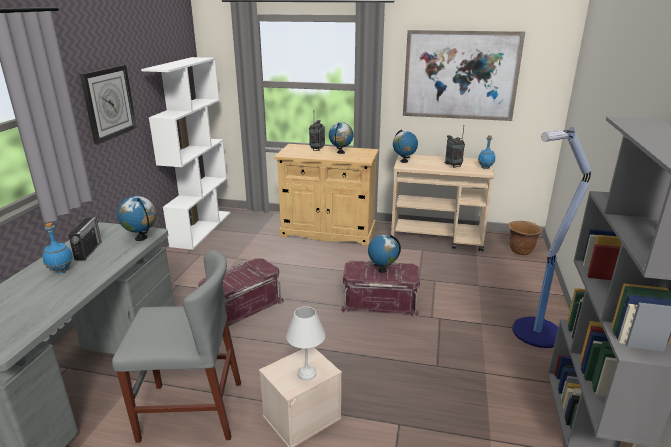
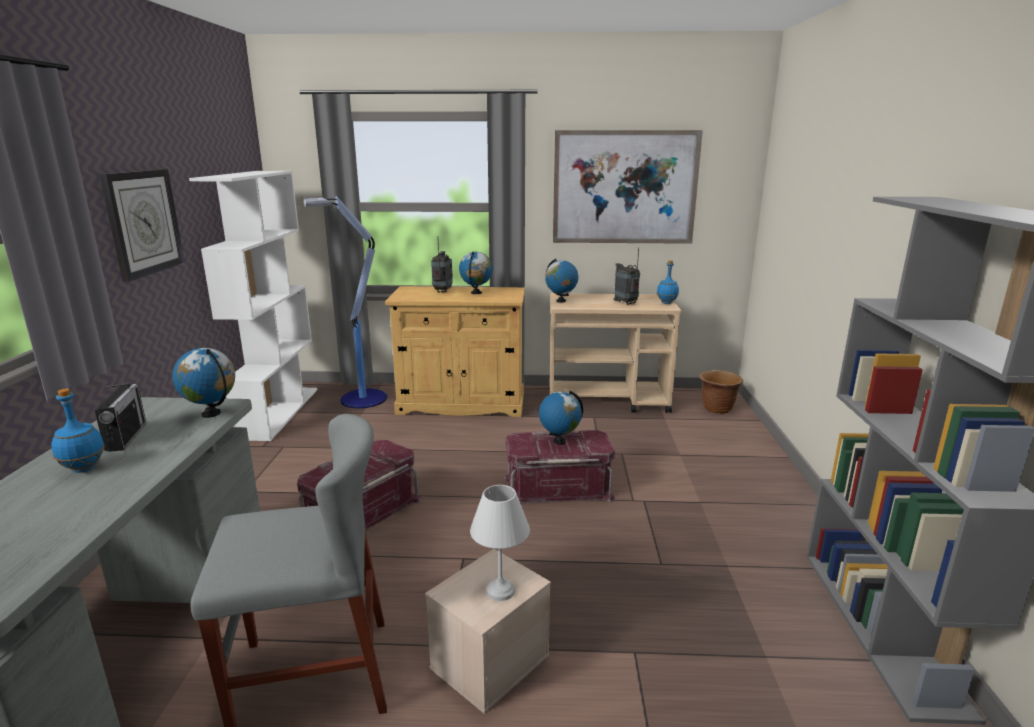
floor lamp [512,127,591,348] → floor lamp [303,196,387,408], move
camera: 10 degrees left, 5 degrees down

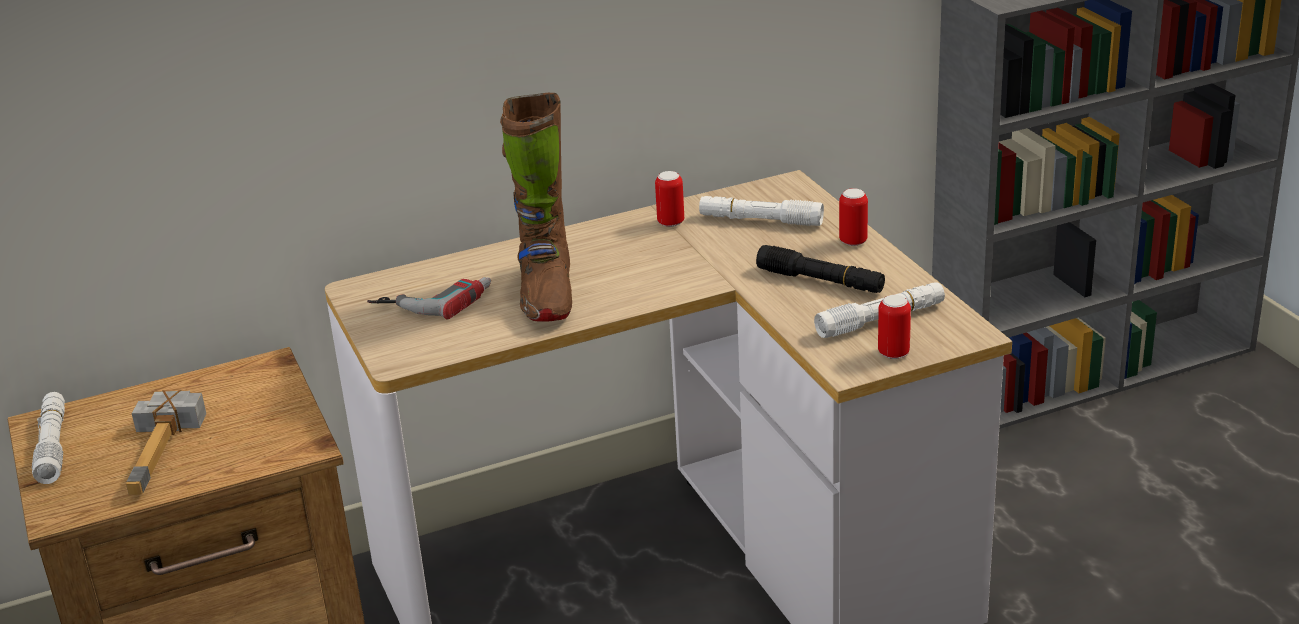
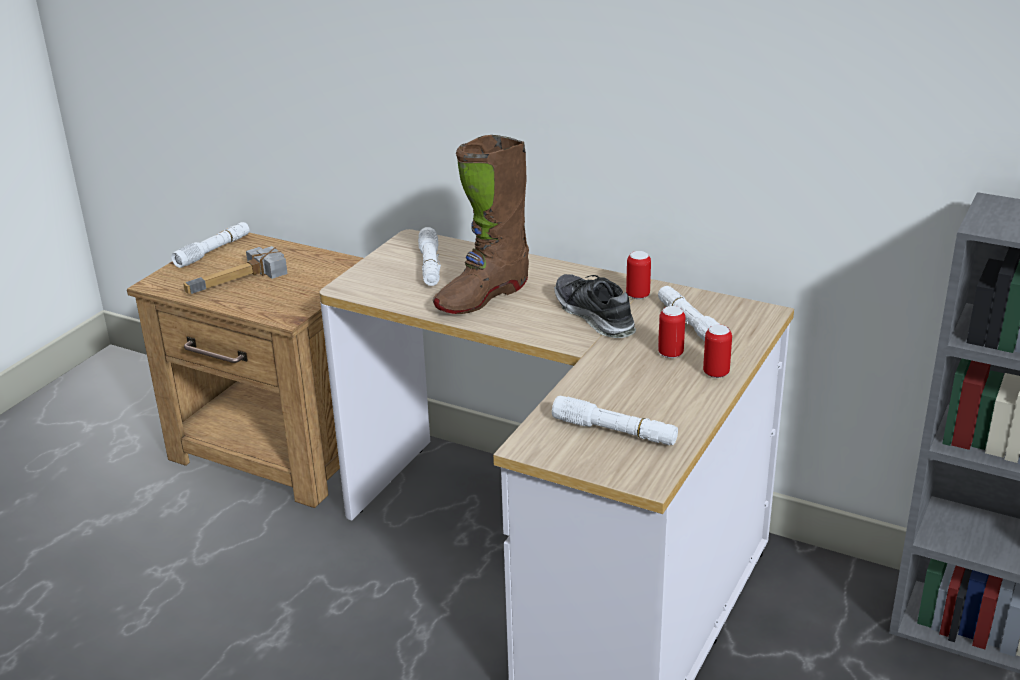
power drill [367,277,491,319] → white flashlight [418,227,441,286]
black flashlight [756,245,885,293] → -
can [878,295,911,359] → can [658,306,685,358], move
- → shoe [554,274,636,338]
camera: 50 degrees right, 0 degrees up

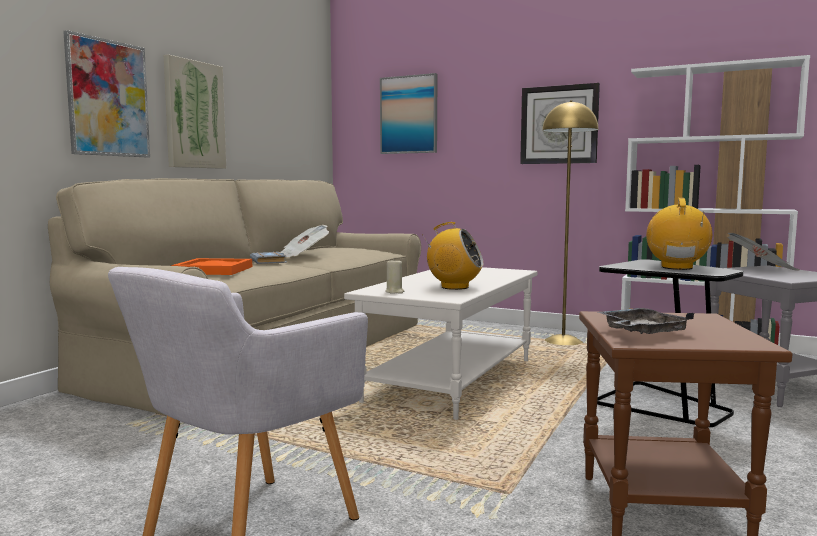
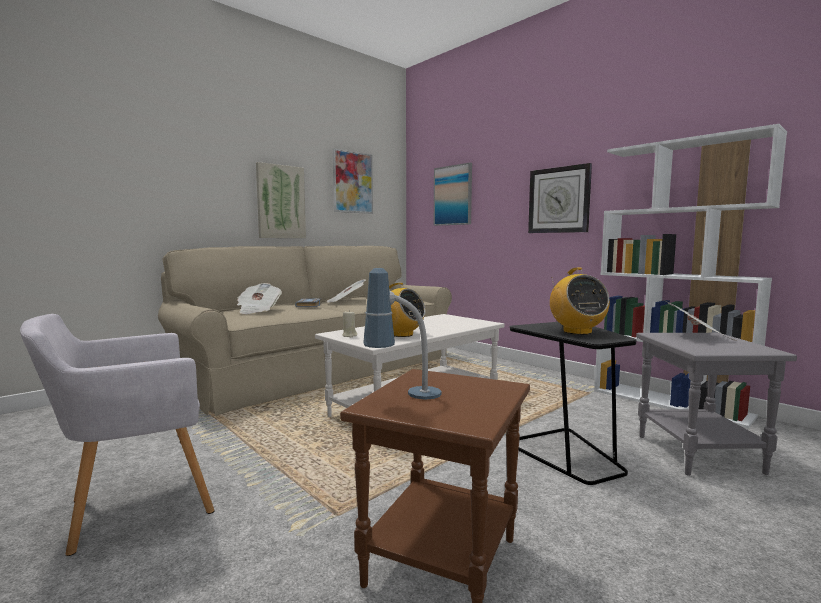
picture [63,30,150,157] → picture [333,148,373,214], move
orange tray [171,258,252,275] → newspaper [237,283,282,314]
yellow floor lamp [542,100,598,345] → -
grey tray [598,308,694,334] → table lamp [363,268,442,399]
radio [646,198,712,270] → radio [550,268,610,335], 135 degrees clockwise
camera: 20 degrees right, 0 degrees up

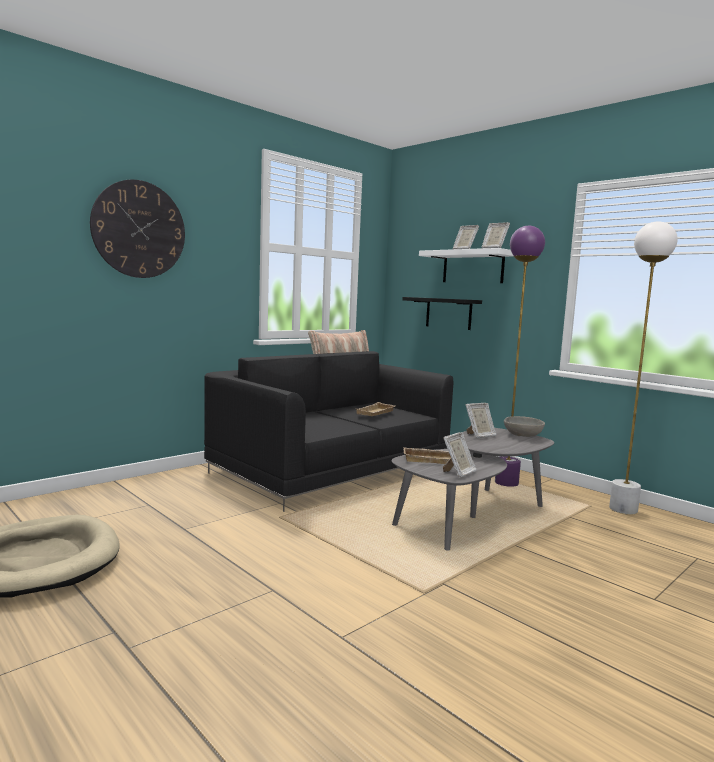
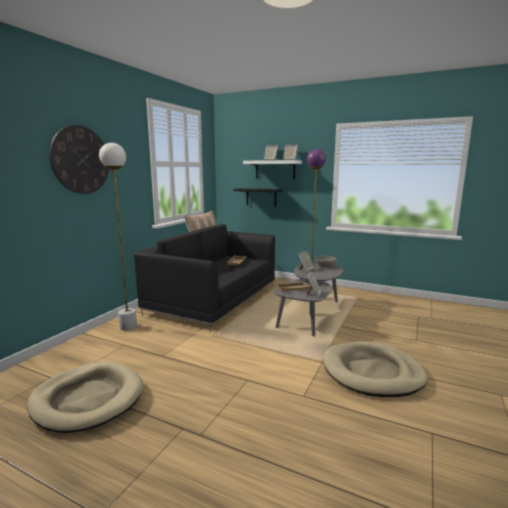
white floor lamp [609,221,678,515] → white floor lamp [99,143,137,331], move
- → beige dog bed [323,341,428,397]
camera: 20 degrees left, 5 degrees up

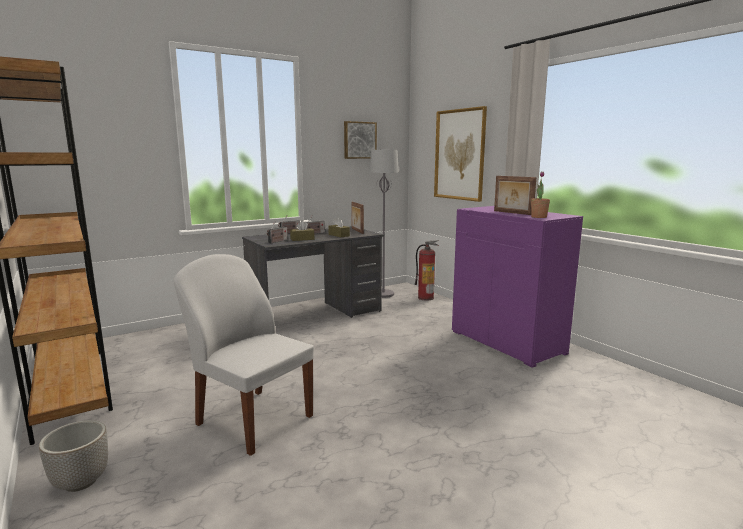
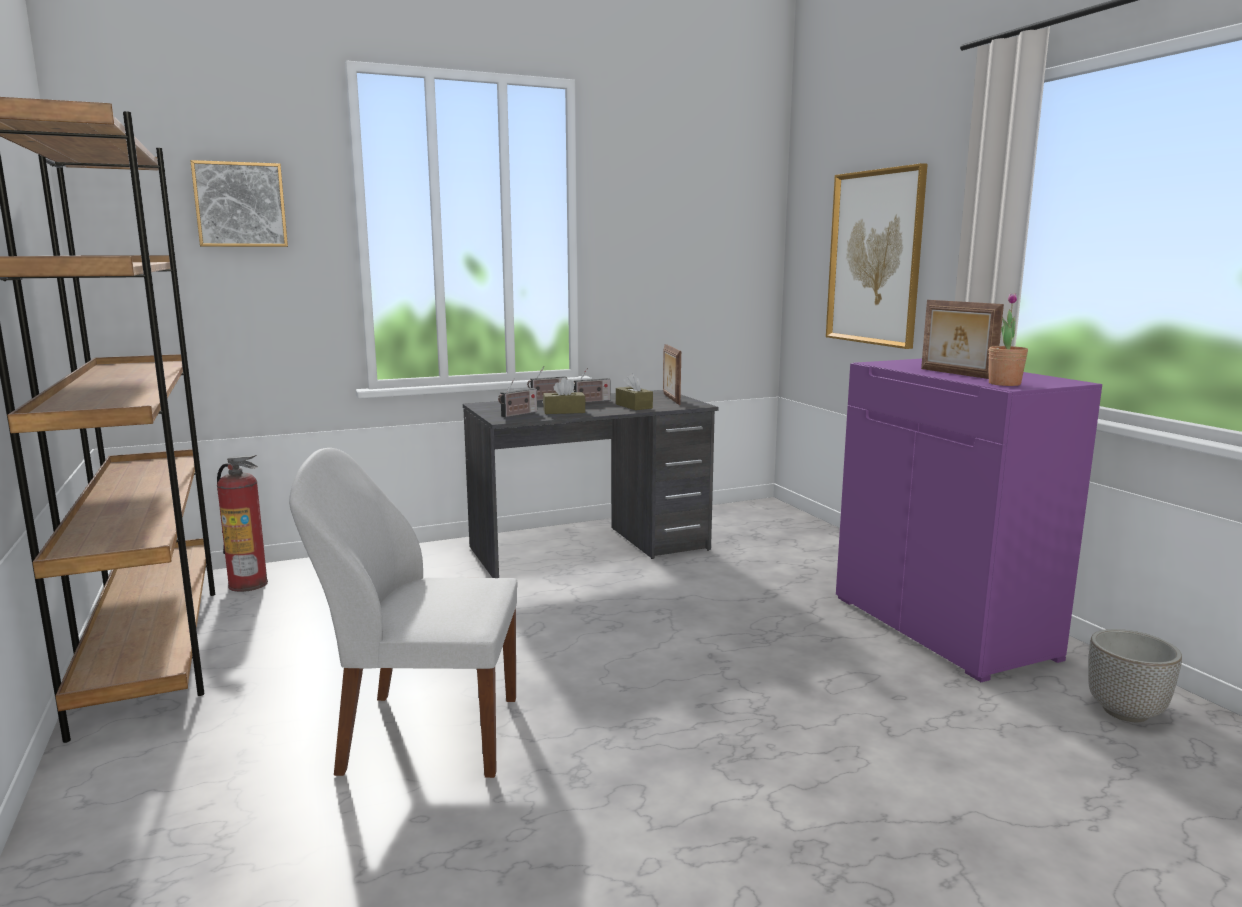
planter [39,420,108,492] → planter [1088,629,1182,722], move
white chair [174,254,314,456] → white chair [289,448,518,778], 45 degrees counterclockwise
picture [344,121,377,159] → picture [190,160,288,247], move
grey floor lamp [370,150,399,298] → -
fire extinguisher [415,240,439,301] → fire extinguisher [217,455,268,592], move
camera: 10 degrees right, 0 degrees up

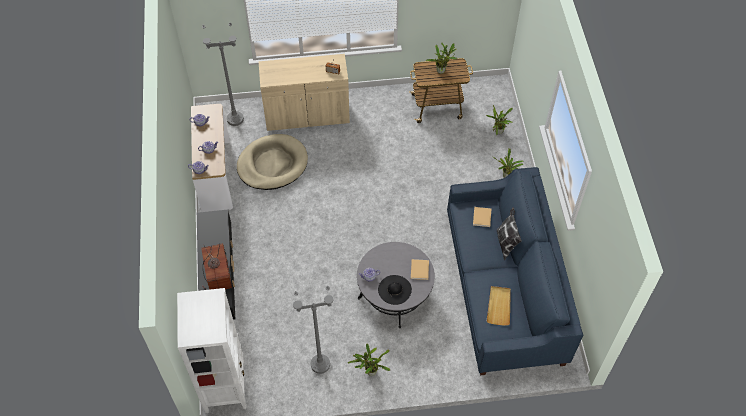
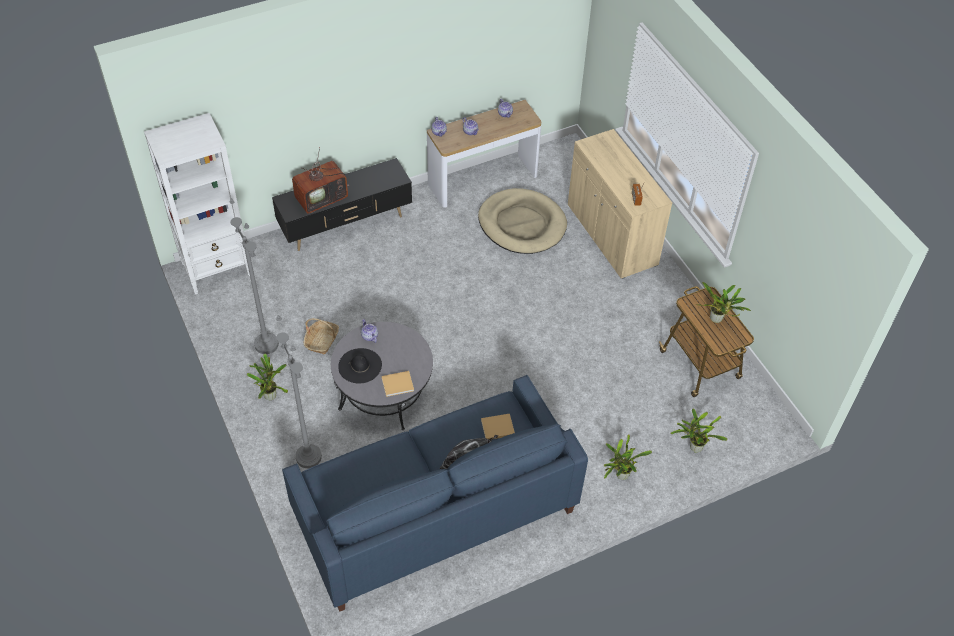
grey floor lamp [202,22,244,126] → grey floor lamp [276,315,322,468], move
beige tray [486,286,511,326] → -
- → basket [304,318,339,355]
camera: 70 degrees right, 5 degrees down

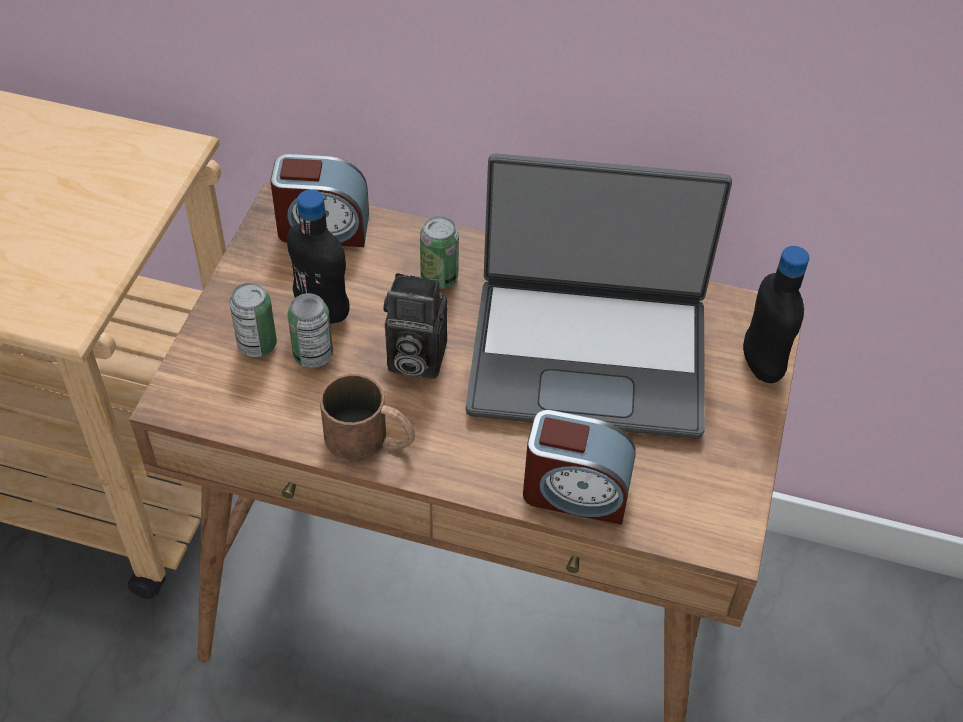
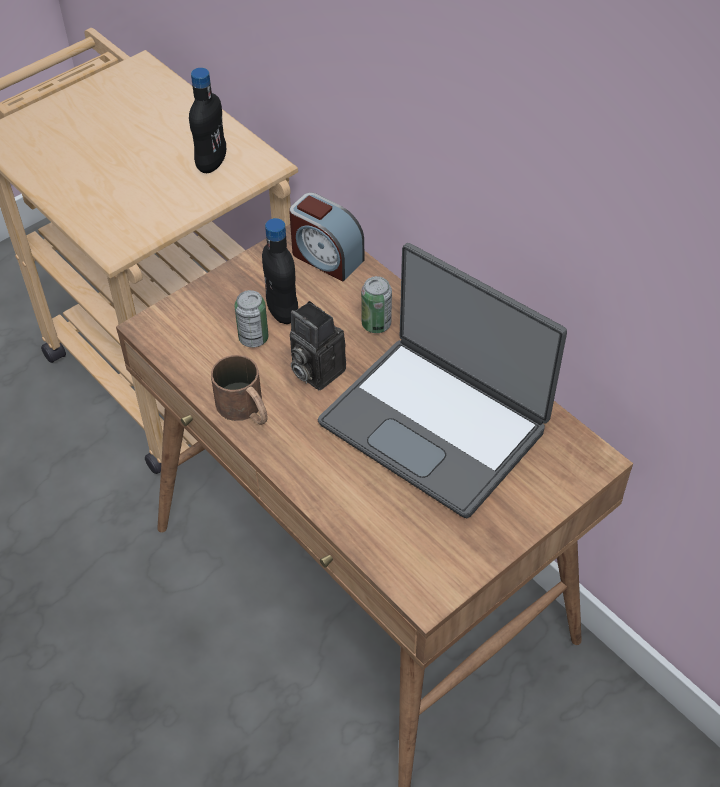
can [229,283,277,357] → -
alarm clock [523,410,636,525] → -
black bottle [743,246,809,383] → black bottle [189,68,226,173], move
camera: 35 degrees right, 0 degrees up

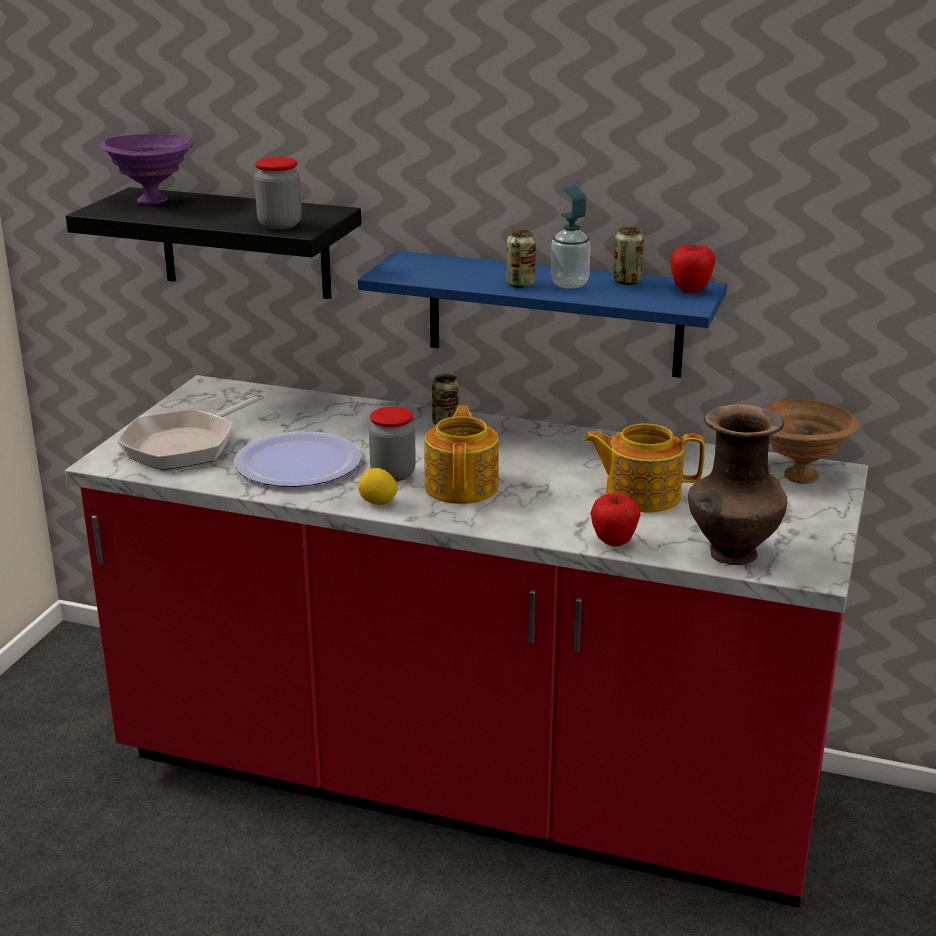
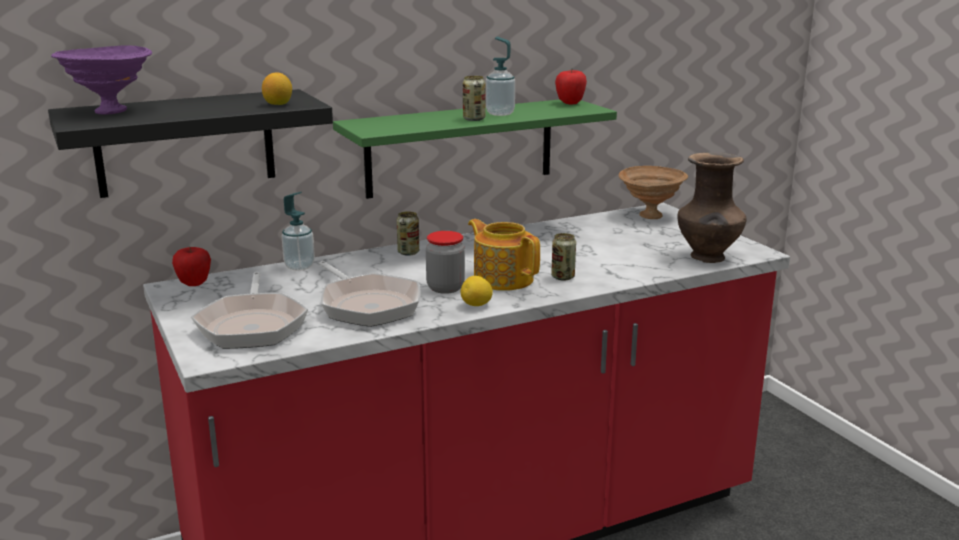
plate [234,432,362,487] → frying pan [319,261,421,327]
jar [254,157,302,229] → lemon [262,73,292,105]
blue shelf [358,251,727,378] → green shelf [333,99,617,199]
teapot [583,423,705,513] → -
apple [590,494,641,547] → apple [172,247,211,286], move
can [613,227,644,285] → can [551,233,576,280], move
- → soap dispenser [282,192,315,271]
camera: 45 degrees left, 5 degrees down

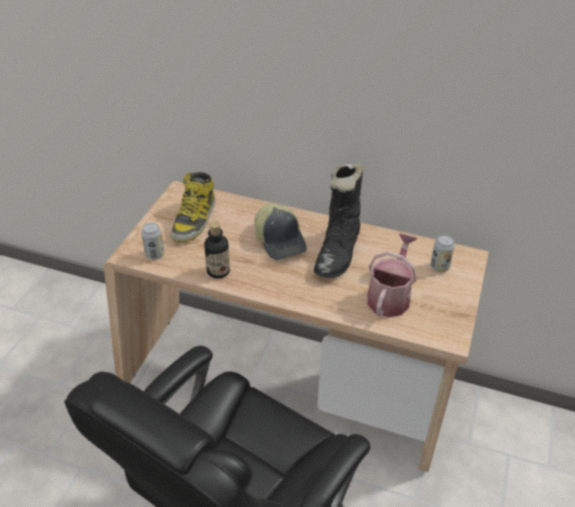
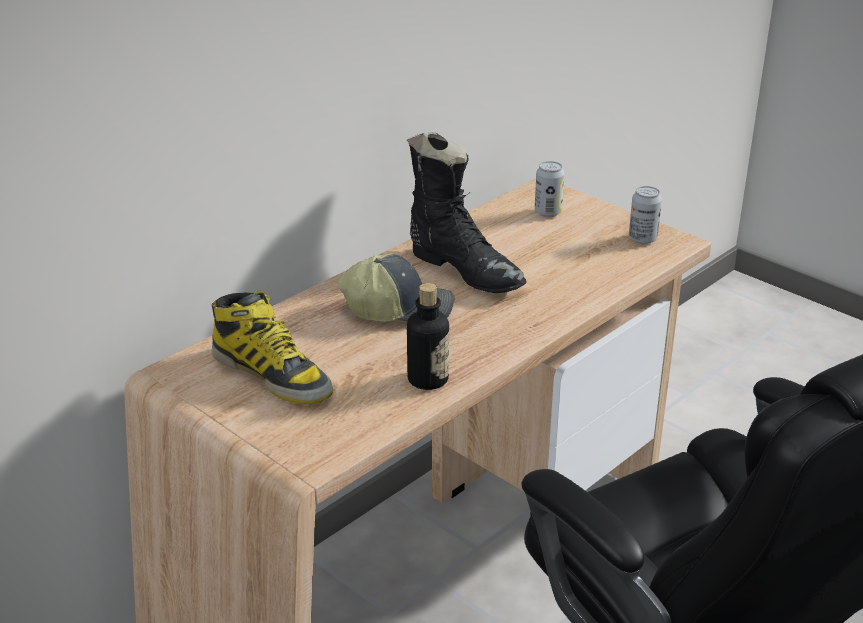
can [141,223,164,260] → can [629,186,662,244], move
watering can [367,233,417,317] → -
camera: 65 degrees left, 10 degrees down

